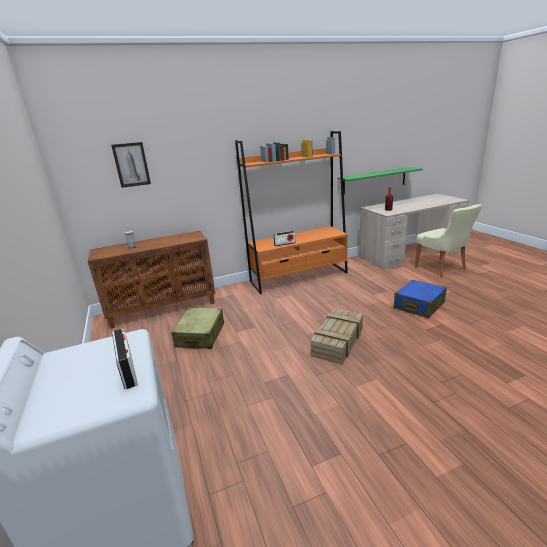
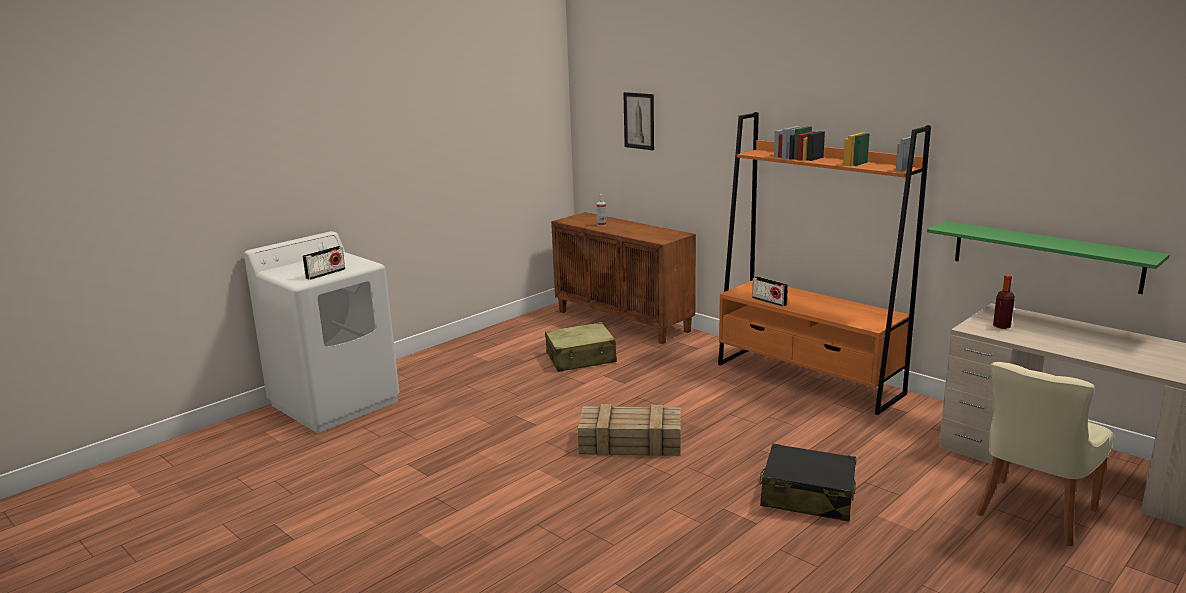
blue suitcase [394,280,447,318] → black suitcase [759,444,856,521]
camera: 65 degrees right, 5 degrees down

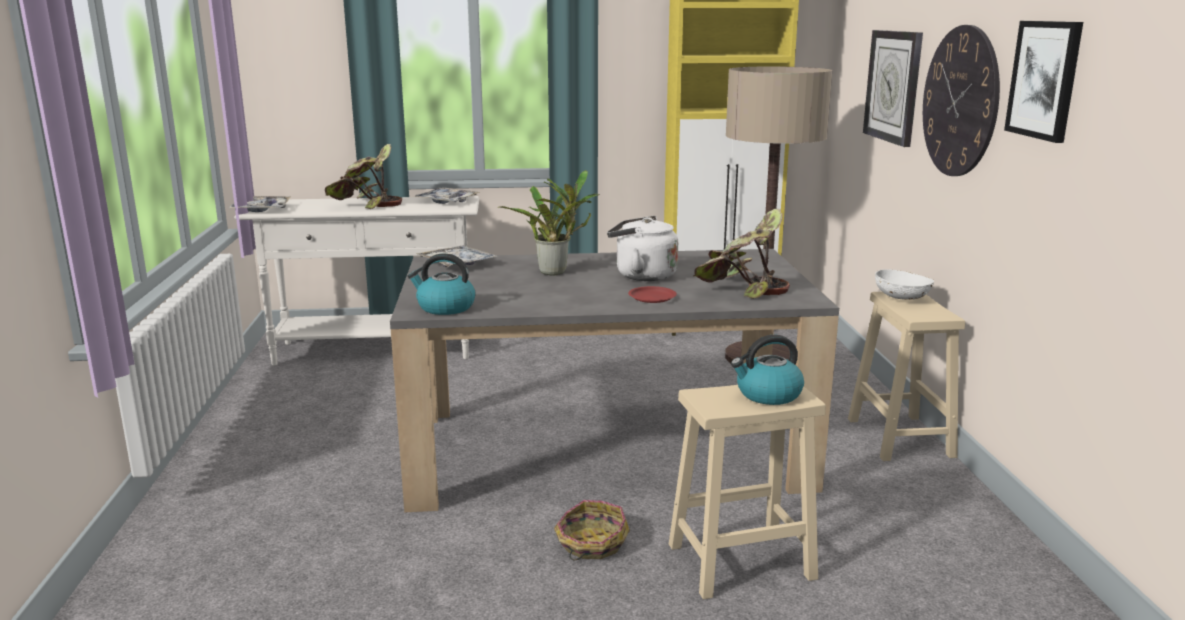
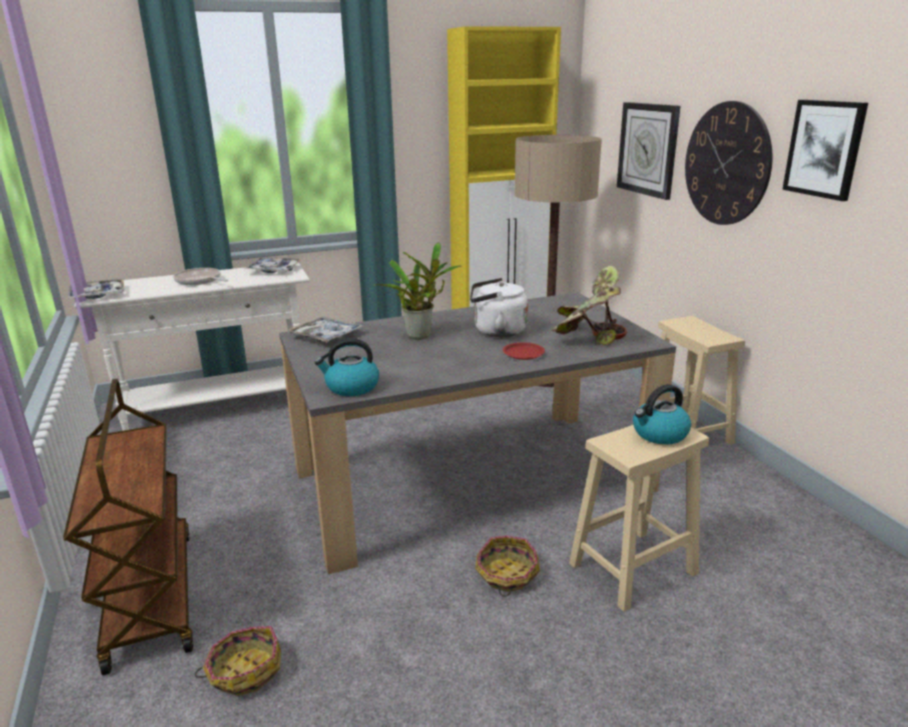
potted plant [325,144,402,209] → frying pan [173,268,228,285]
white bowl [875,269,934,300] → -
- → brown cart [63,379,194,675]
- → basket [195,626,281,696]
camera: 15 degrees left, 5 degrees up

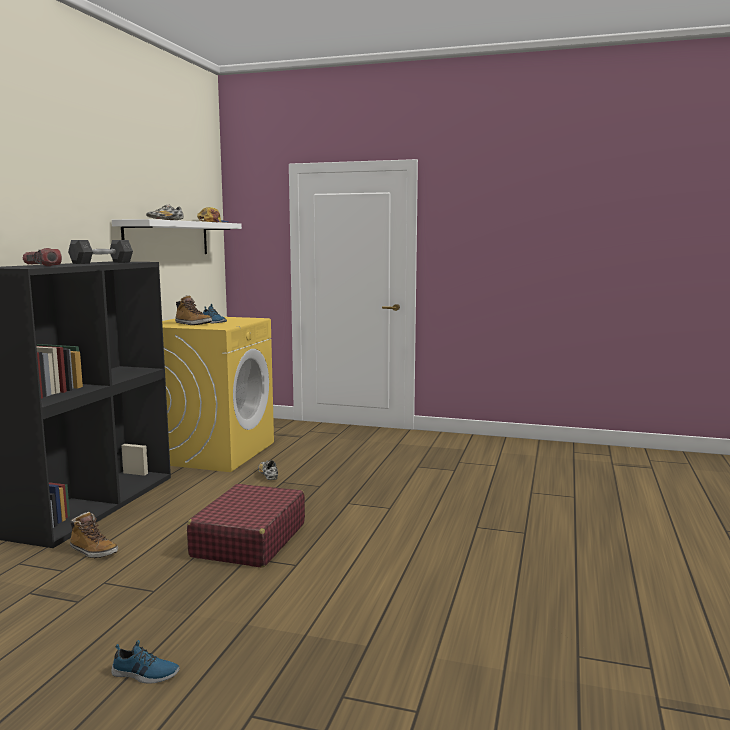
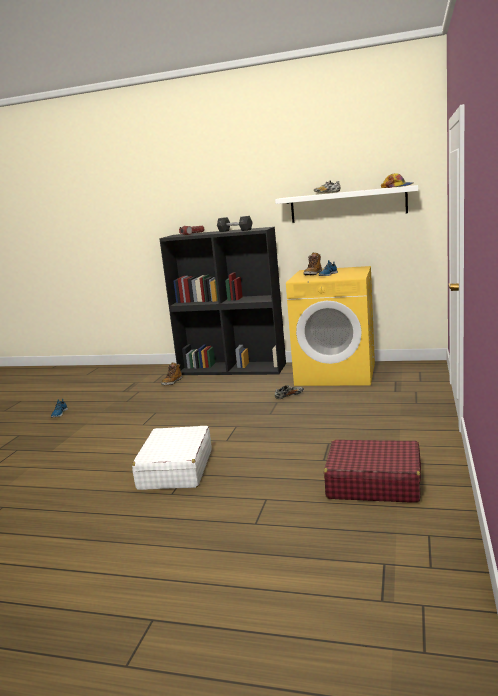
red suitcase [187,484,305,568] → red suitcase [324,440,421,503], move
- → white suitcase [132,426,212,490]
camera: 90 degrees right, 5 degrees up

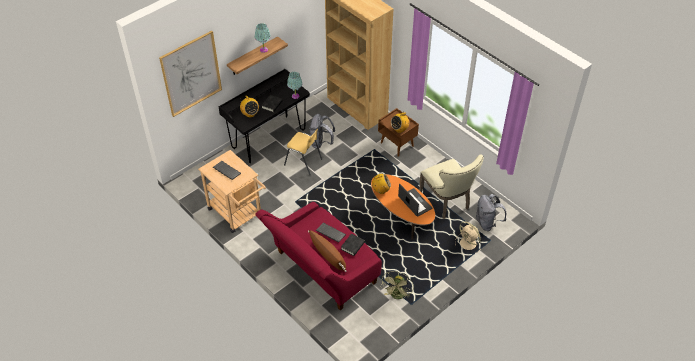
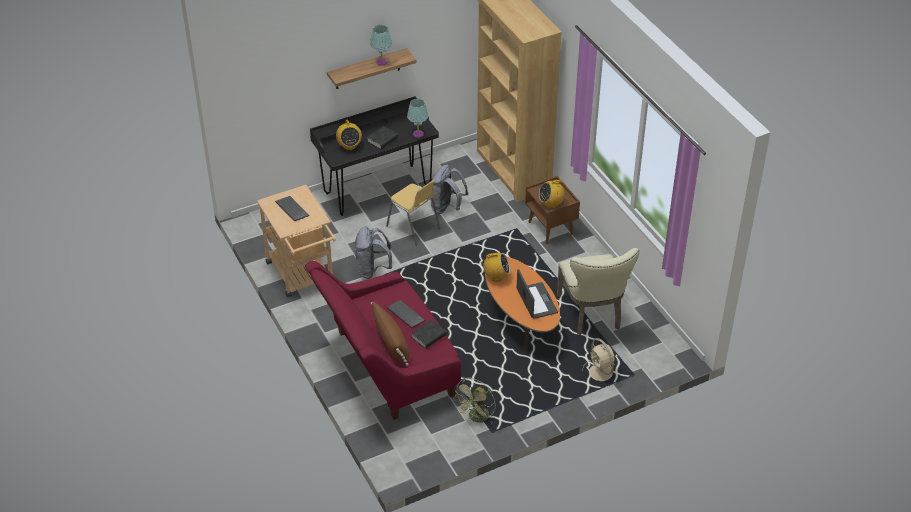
picture [159,31,222,117] → -
grey backpack [476,194,506,231] → grey backpack [355,227,392,279], move
camera: 15 degrees right, 5 degrees down

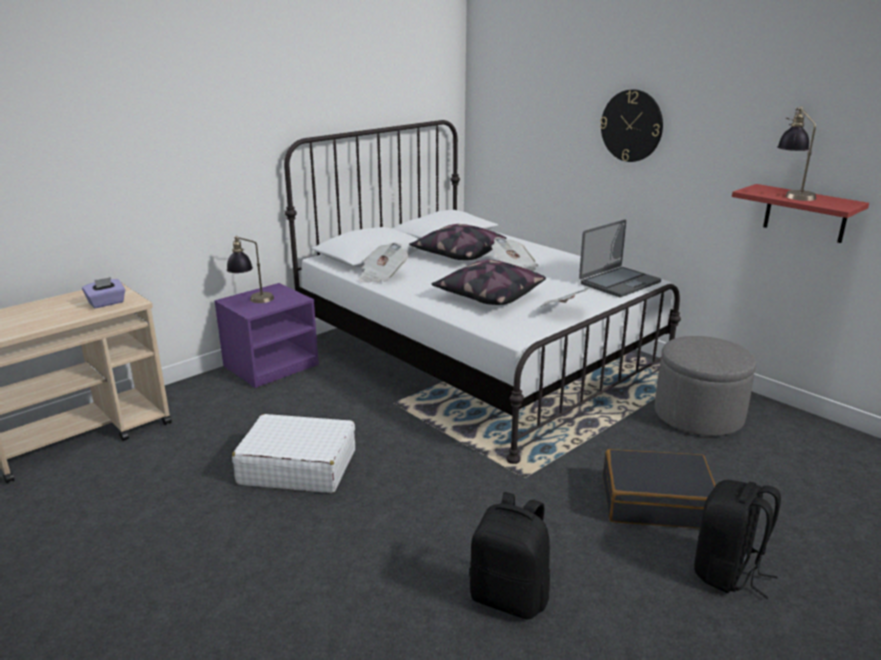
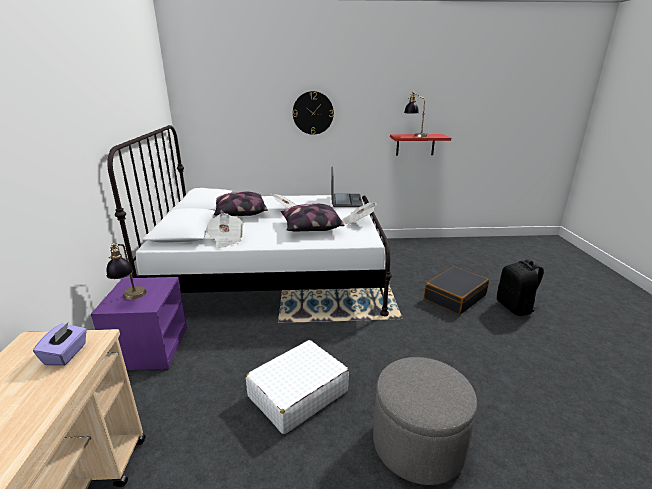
black backpack [469,492,550,620] → -
grey ottoman [654,336,756,436] → grey ottoman [373,357,477,485], move
camera: 50 degrees left, 0 degrees up

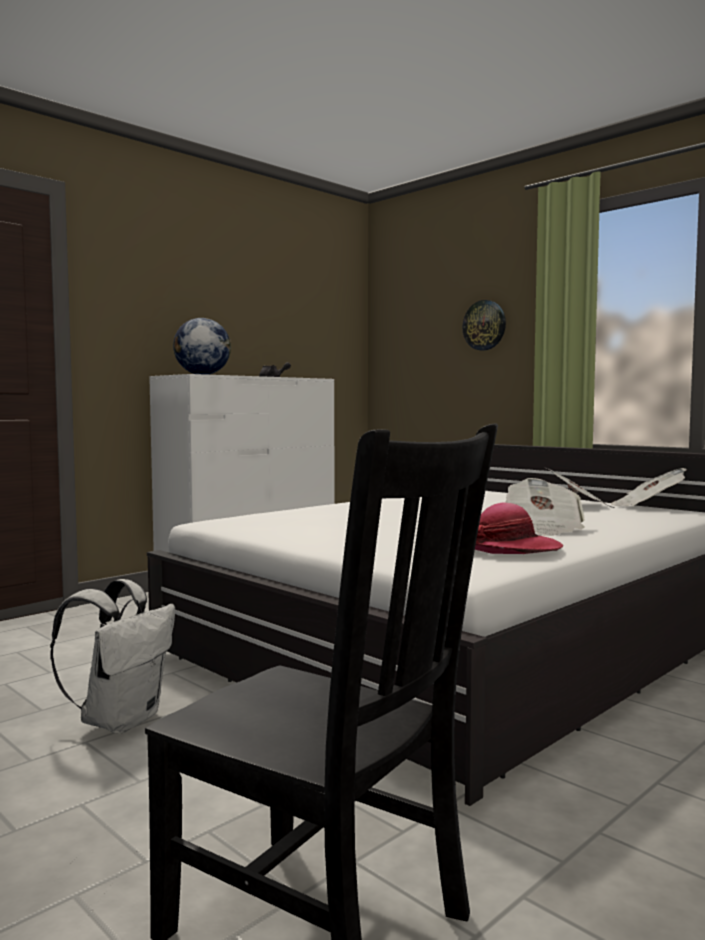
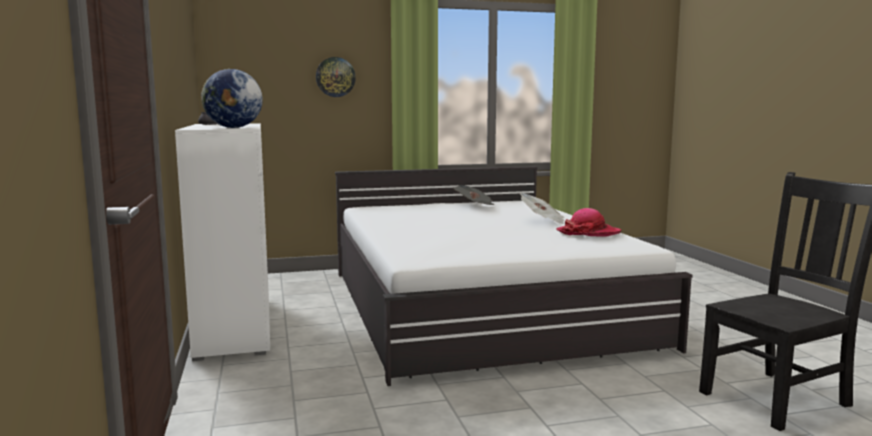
white backpack [50,579,175,734] → -
newspaper [611,468,687,506] → -
camera: 60 degrees left, 5 degrees up

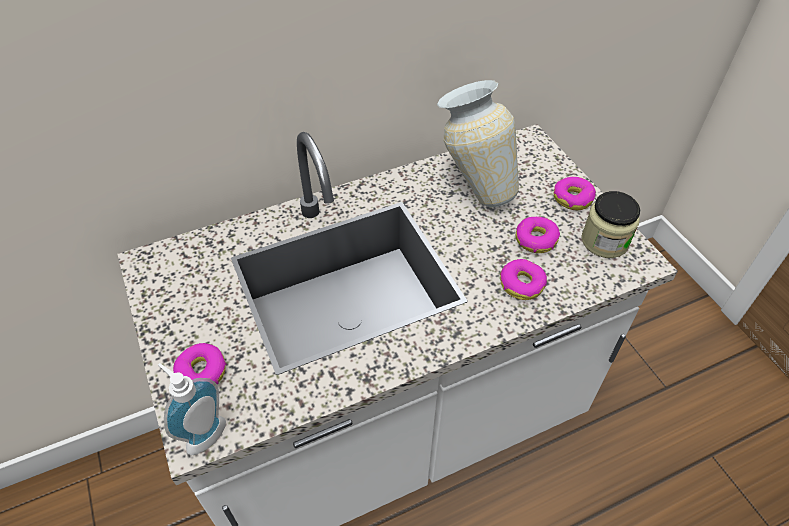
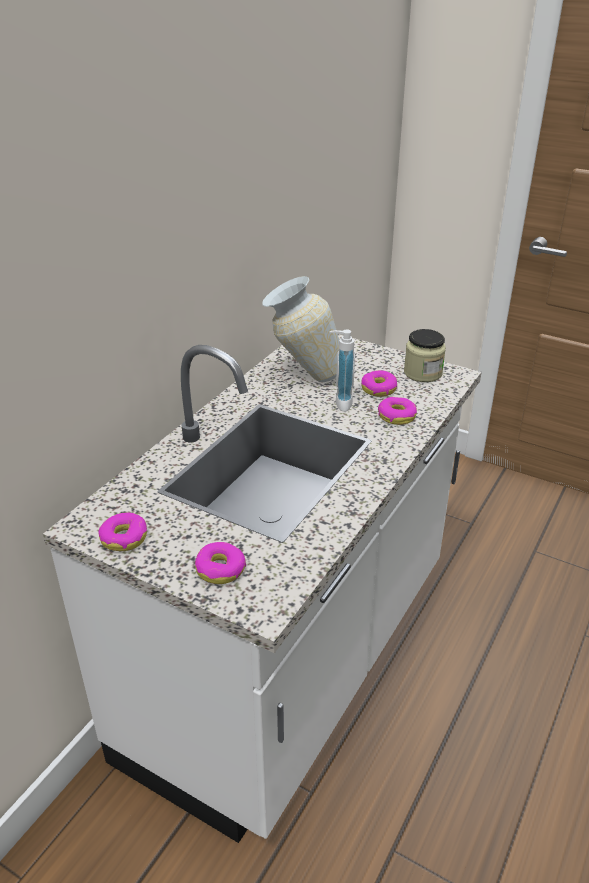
soap dispenser [158,363,226,455] → soap dispenser [329,330,355,411], move
donut [554,177,596,210] → donut [98,512,147,551], move
camera: 35 degrees left, 15 degrees down

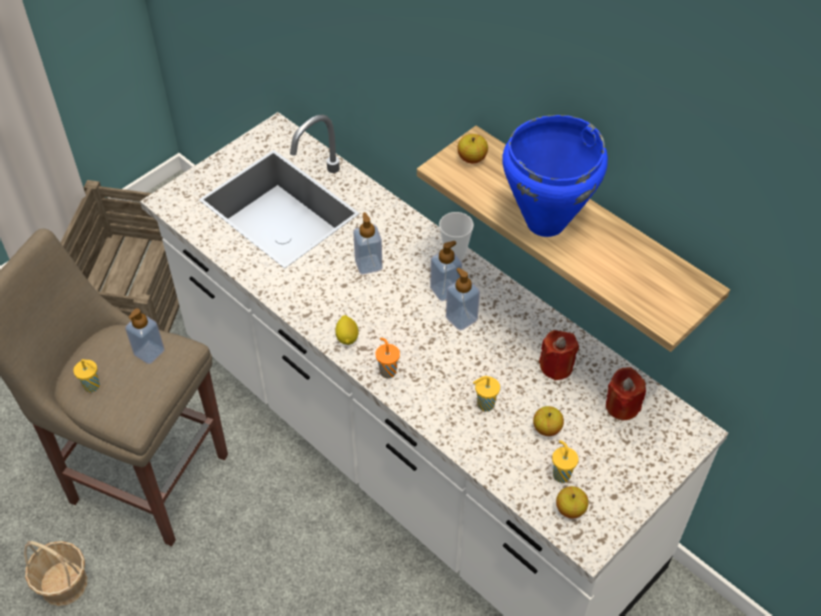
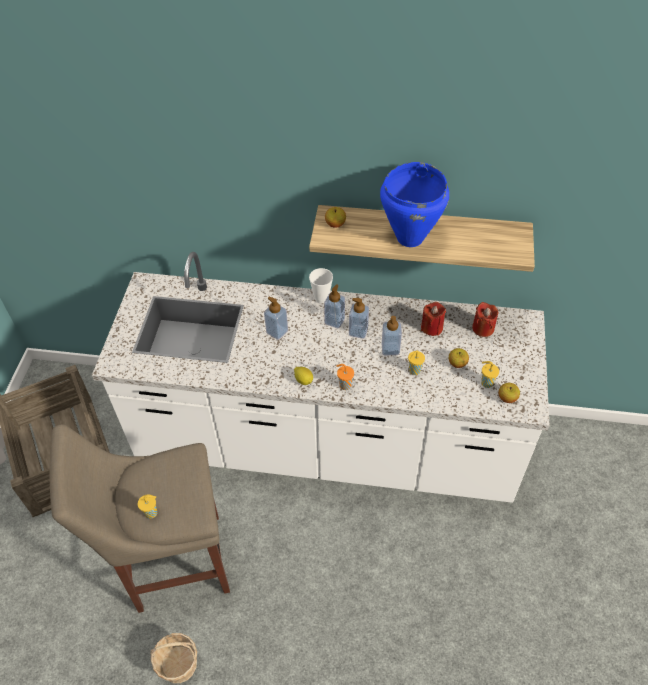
soap dispenser [125,308,165,364] → soap dispenser [382,316,402,355], move
camera: 35 degrees left, 0 degrees up

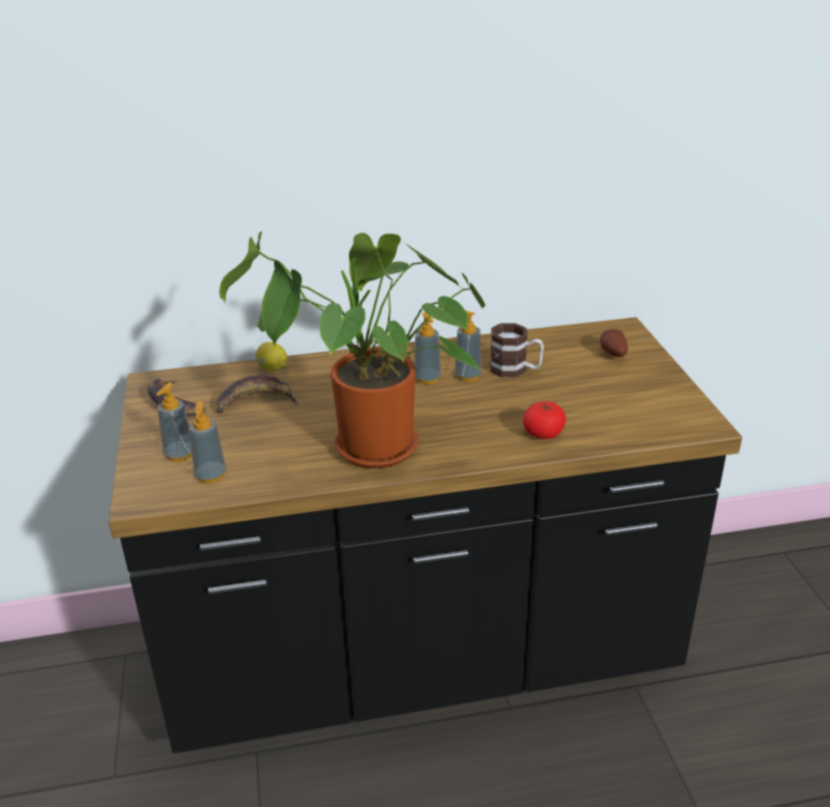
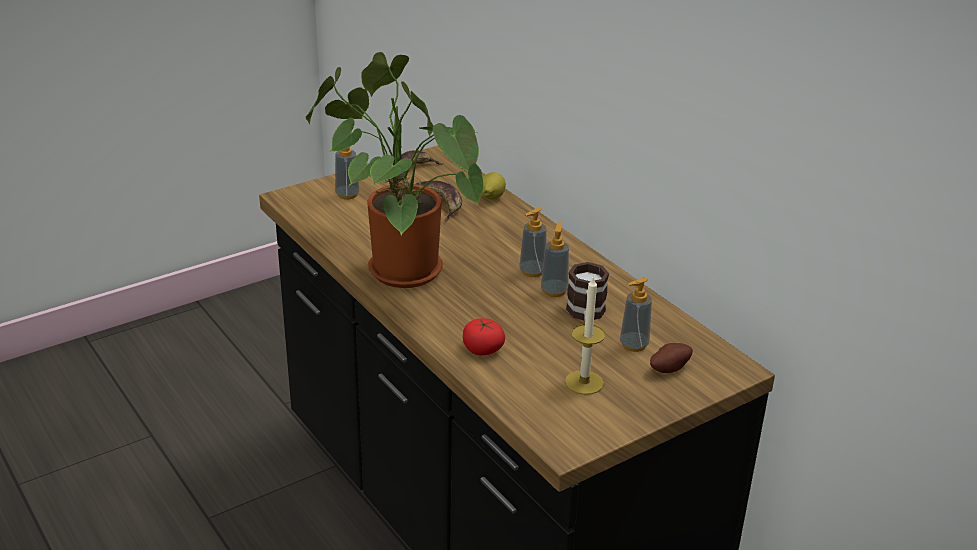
soap dispenser [189,402,226,483] → soap dispenser [620,277,652,352], move
- → candle [565,276,606,395]
camera: 65 degrees right, 0 degrees up

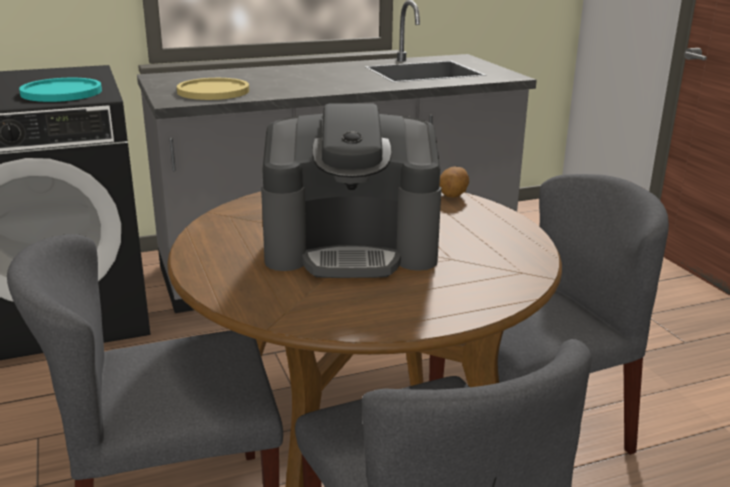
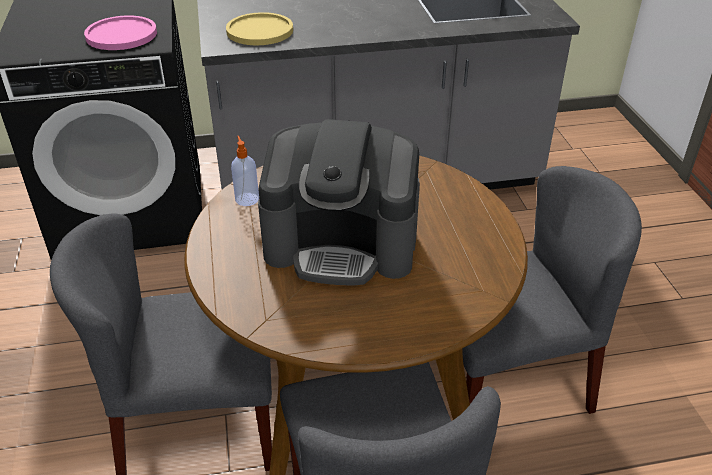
turquoise plate [19,78,102,102] → pink plate [84,15,157,50]
potato [439,167,469,198] → -
- → soap dispenser [231,136,259,206]
camera: 10 degrees right, 15 degrees up

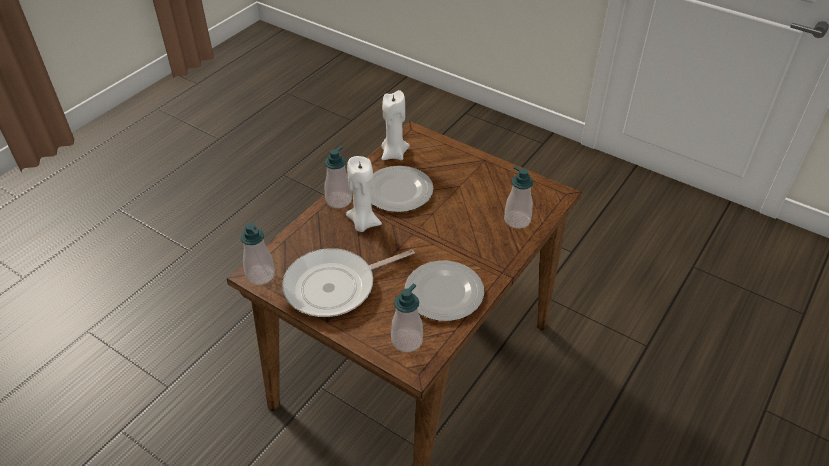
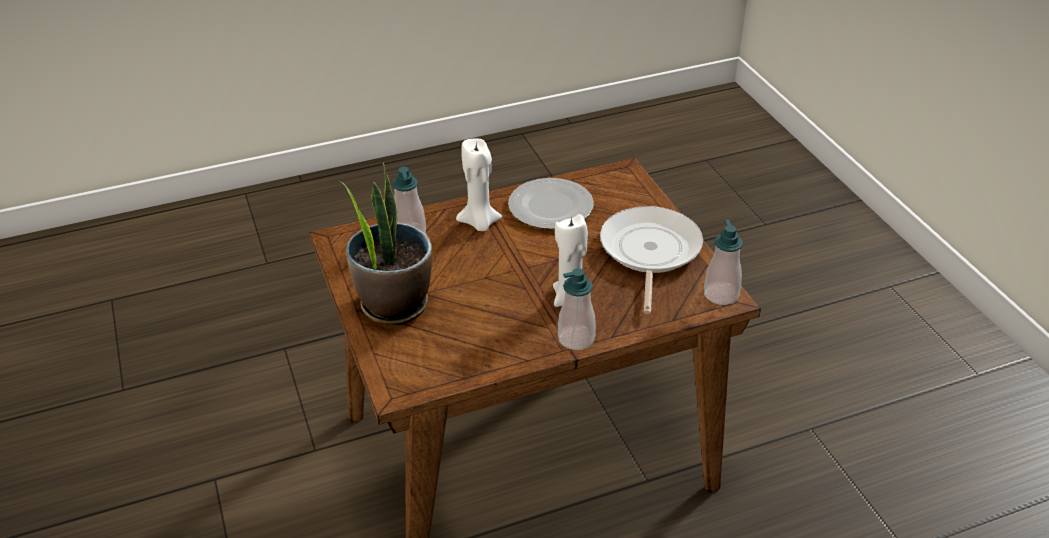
frying pan [282,248,415,317] → frying pan [600,206,703,314], 90 degrees counterclockwise
plate [371,166,434,212] → -
white candle [382,90,410,160] → white candle [456,139,502,231], move
soap dispenser [391,283,423,352] → -
- → potted plant [339,162,432,325]
camera: 145 degrees left, 5 degrees down

